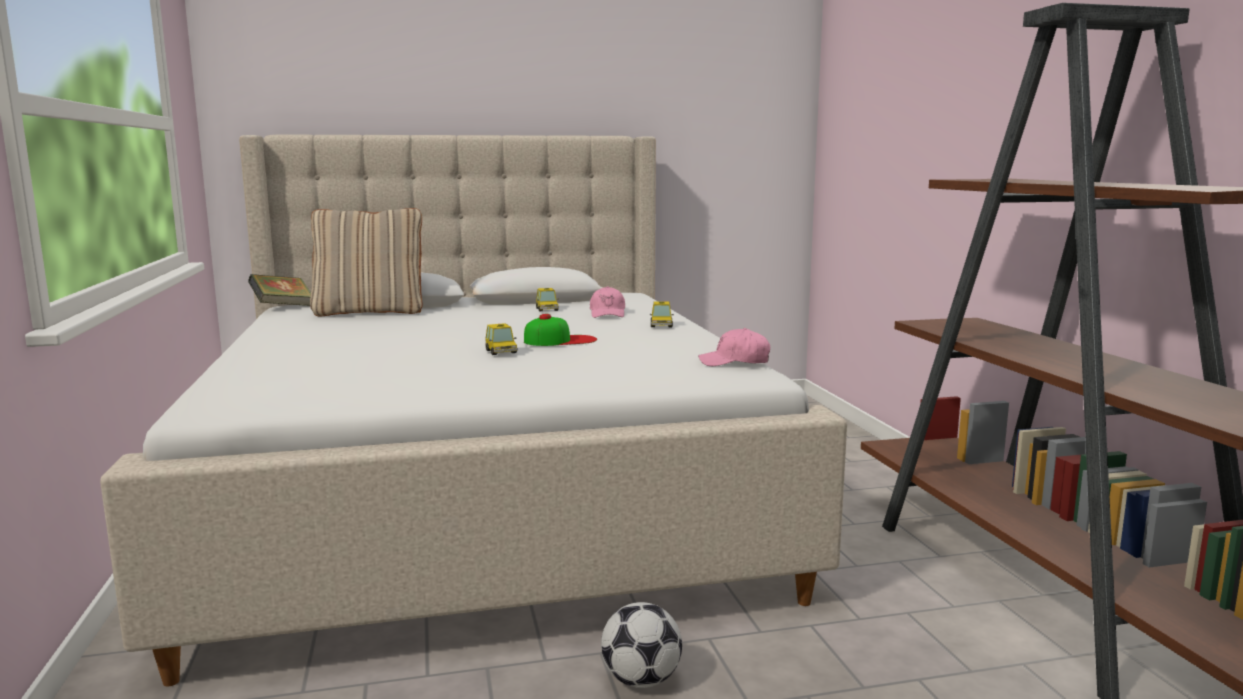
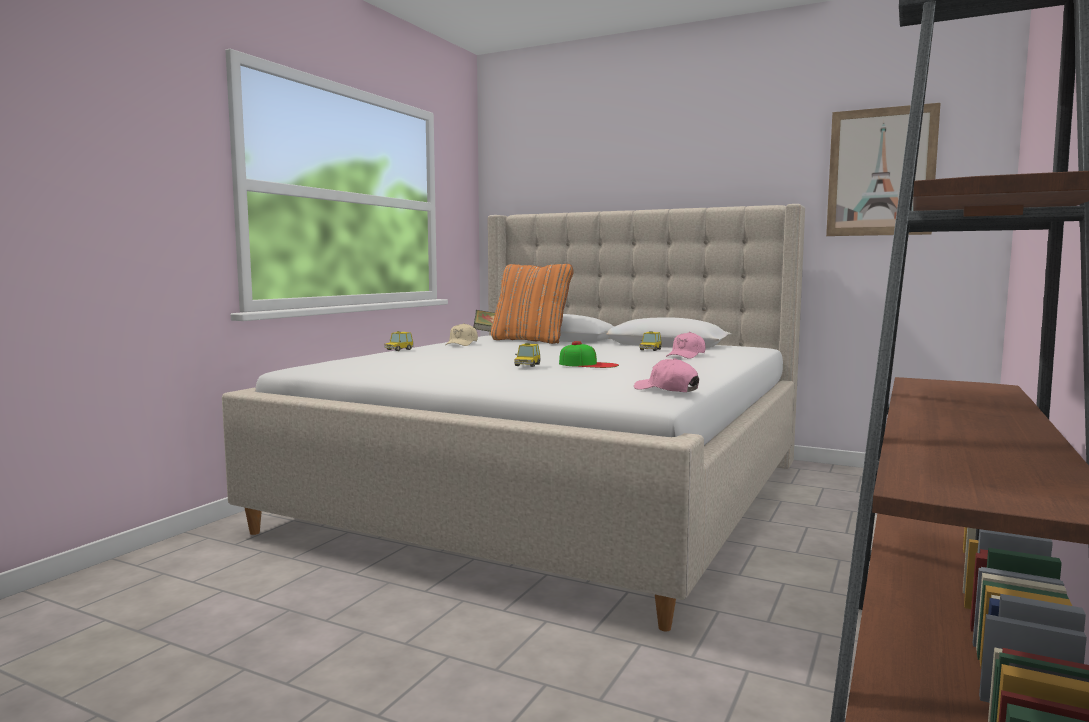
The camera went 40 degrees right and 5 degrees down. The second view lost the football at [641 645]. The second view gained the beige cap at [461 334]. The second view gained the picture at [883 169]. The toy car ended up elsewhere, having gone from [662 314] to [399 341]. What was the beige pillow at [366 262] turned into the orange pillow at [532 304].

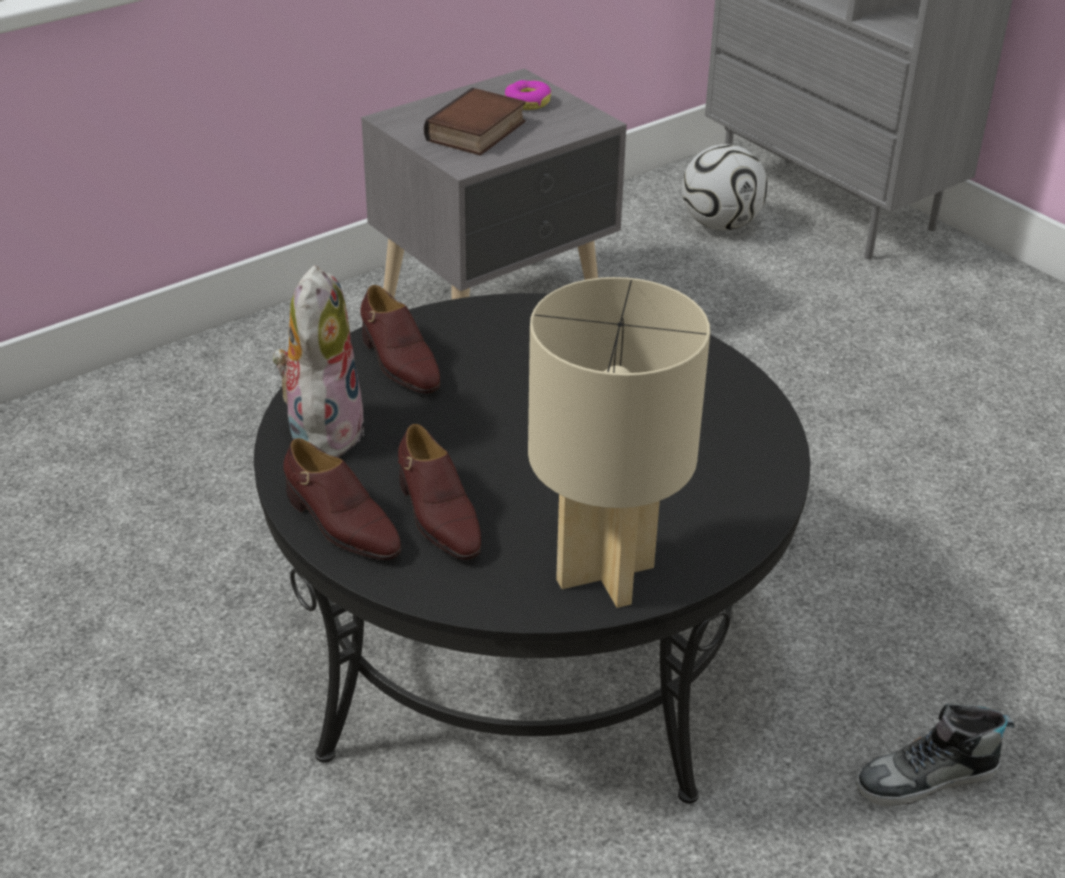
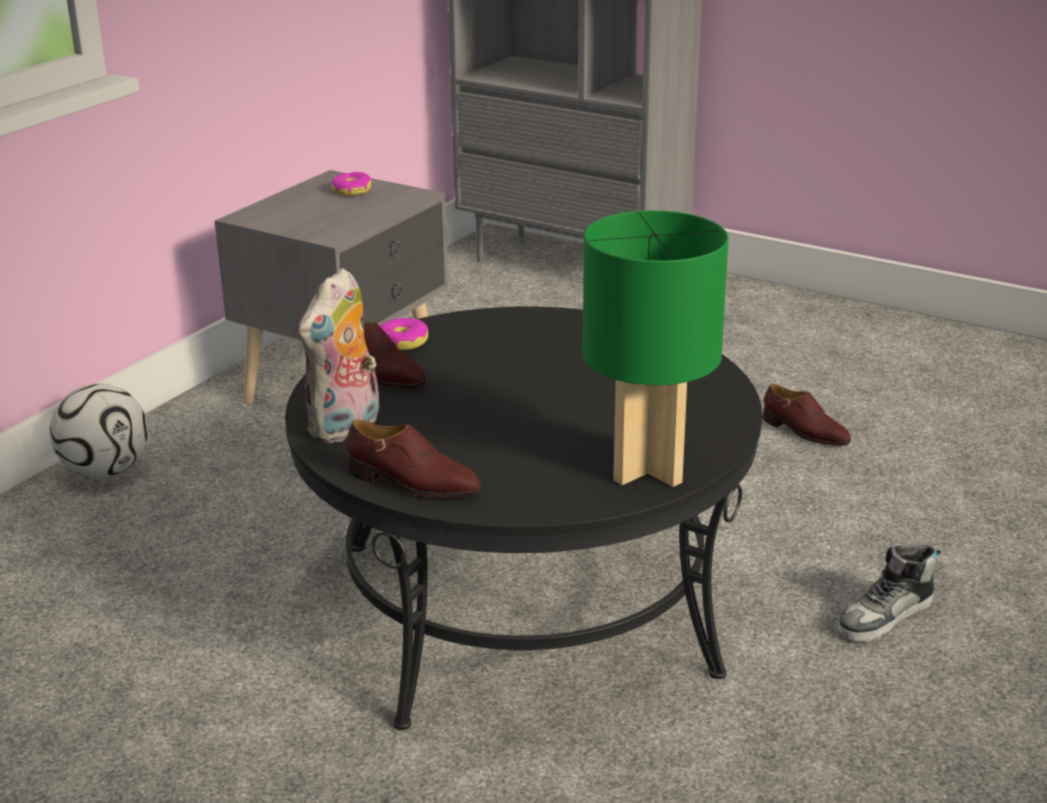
The camera went 20 degrees left and 10 degrees down. The second view lost the book at [475 121]. The second view gained the donut at [404 334]. The brown shoe ended up elsewhere, having gone from [439 492] to [807 415]. The football ended up elsewhere, having gone from [725 187] to [99 431]. What was the beige table lamp at [619 442] turned into the green table lamp at [656 348]. The plush toy at [318 361] ended up facing another way, 135 degrees counterclockwise from before.

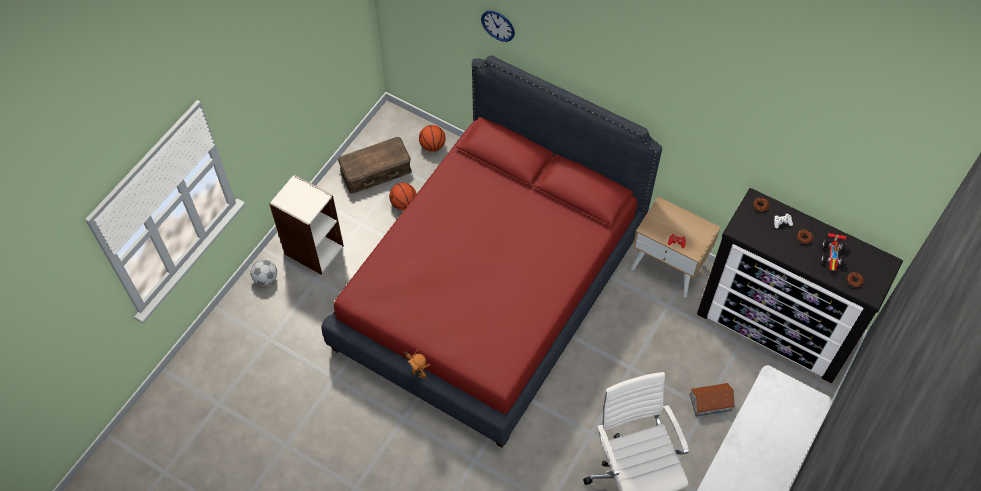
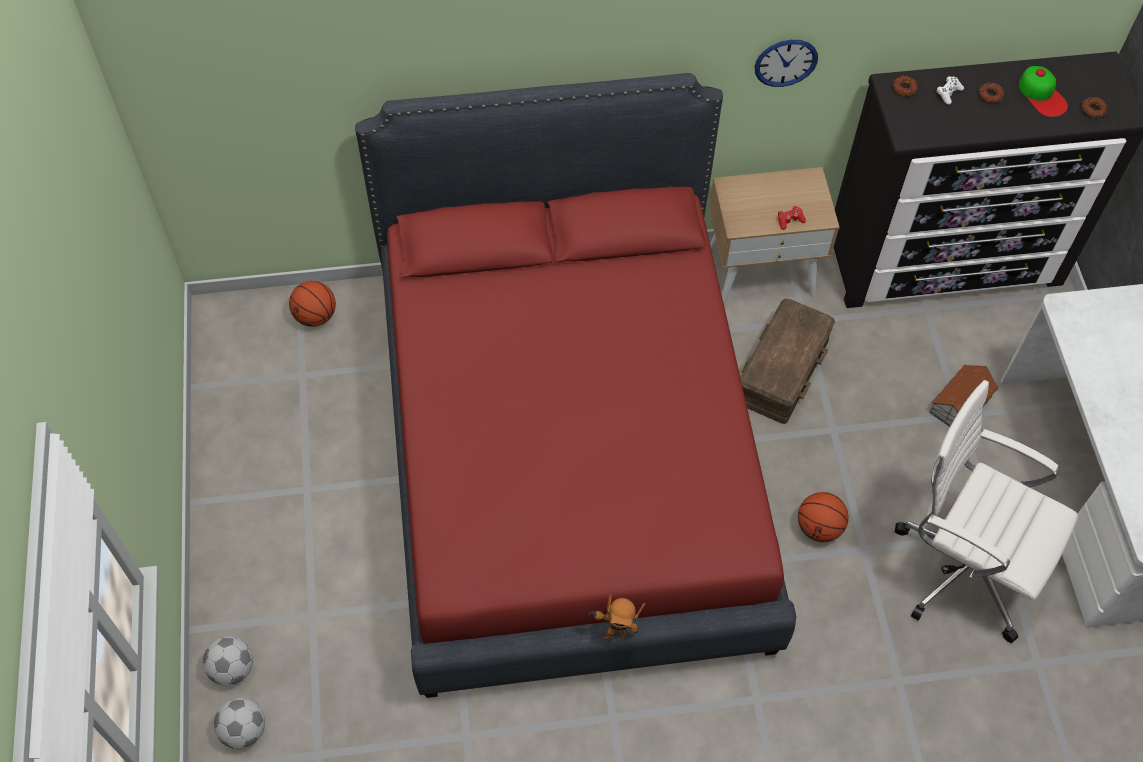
The camera went 40 degrees left and 0 degrees up. The second view lost the bookcase at [306 224]. The second view gained the football at [239 723]. The brown storage box ended up elsewhere, having gone from [375 165] to [787 361]. The basketball ended up elsewhere, having gone from [403 196] to [823 517]. The wall clock ended up elsewhere, having gone from [498 26] to [786 63]. Where the toy car stood at [834 252], the cap came to stand at [1043 91].

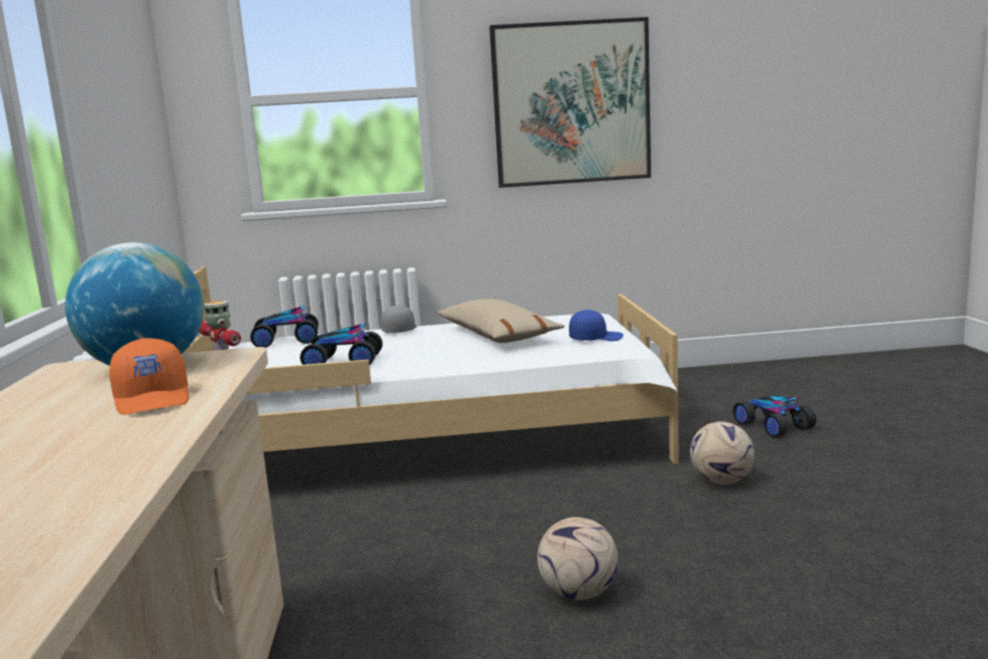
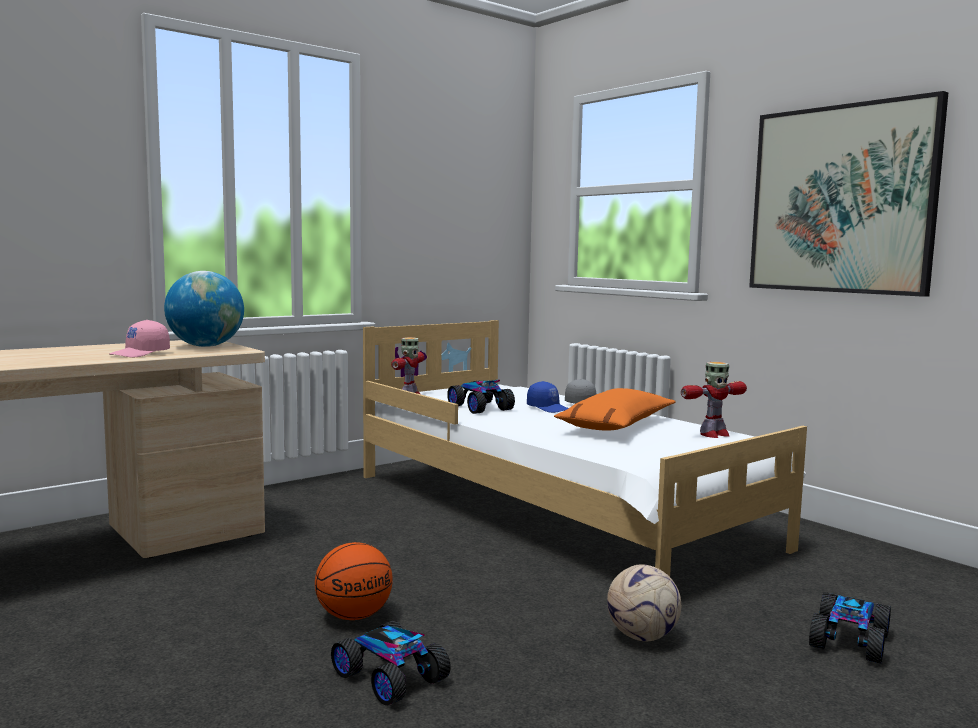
The camera went 55 degrees right and 5 degrees down. The second view gained the toy robot at [714 400]. The toy car ended up elsewhere, having gone from [284 326] to [391 663]. The blue cap ended up elsewhere, having gone from [596 325] to [547 397]. Where the football stood at [577 558], the basketball came to stand at [354 581]. What was the orange cap at [149 376] turned into the pink cap at [139 339]. What was the beige pillow at [500 321] turned into the orange pillow at [615 409].

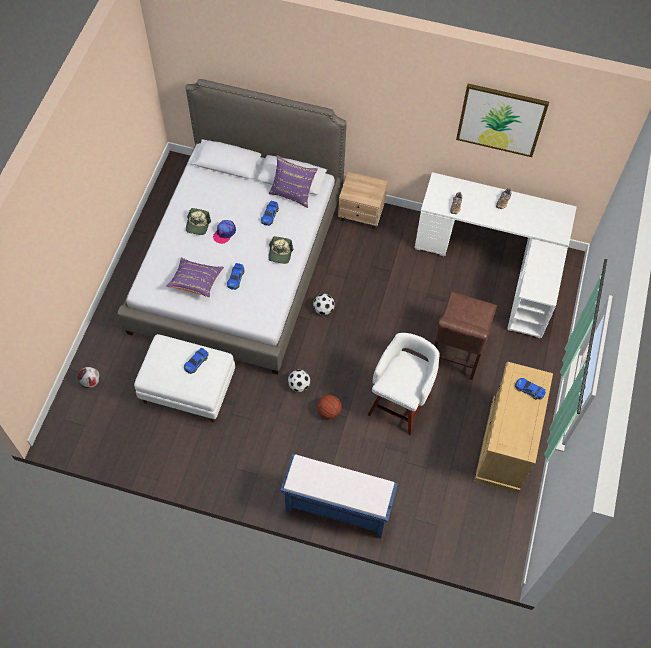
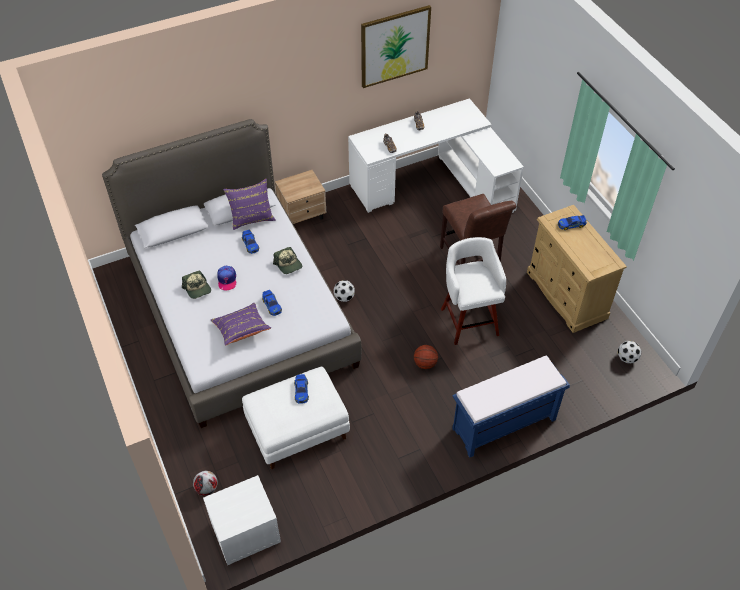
The camera went 40 degrees left and 10 degrees down. The second view gained the white nightstand at [242 520]. The football ended up elsewhere, having gone from [299 381] to [629 352].

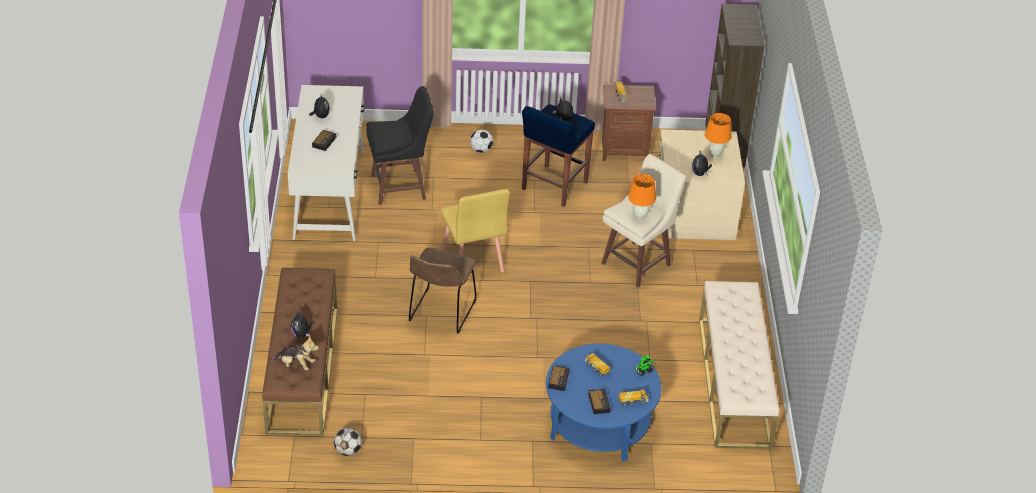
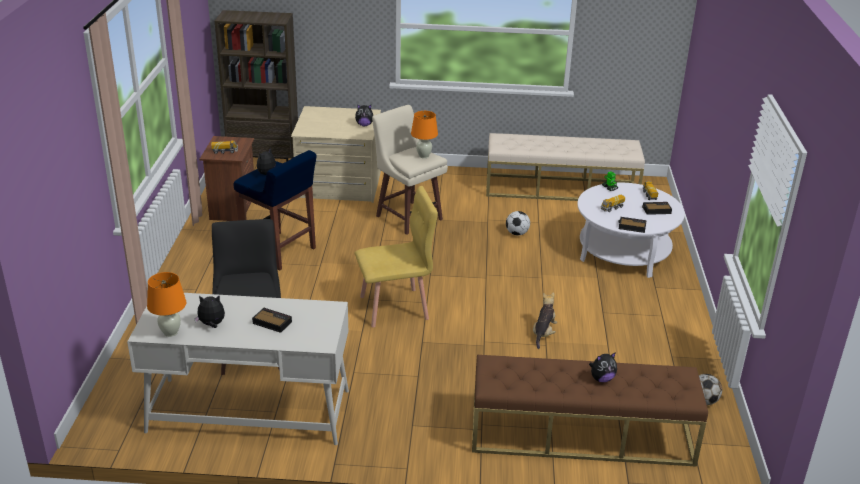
The camera went 85 degrees left and 10 degrees down. The second view lost the brown chair at [443 291]. The plush toy ended up elsewhere, having gone from [295 353] to [545 320]. The football ended up elsewhere, having gone from [481 141] to [518 223]. The orange table lamp ended up elsewhere, having gone from [718 135] to [166 304]. What was the blue coffee table at [604 403] turned into the white coffee table at [631 230].

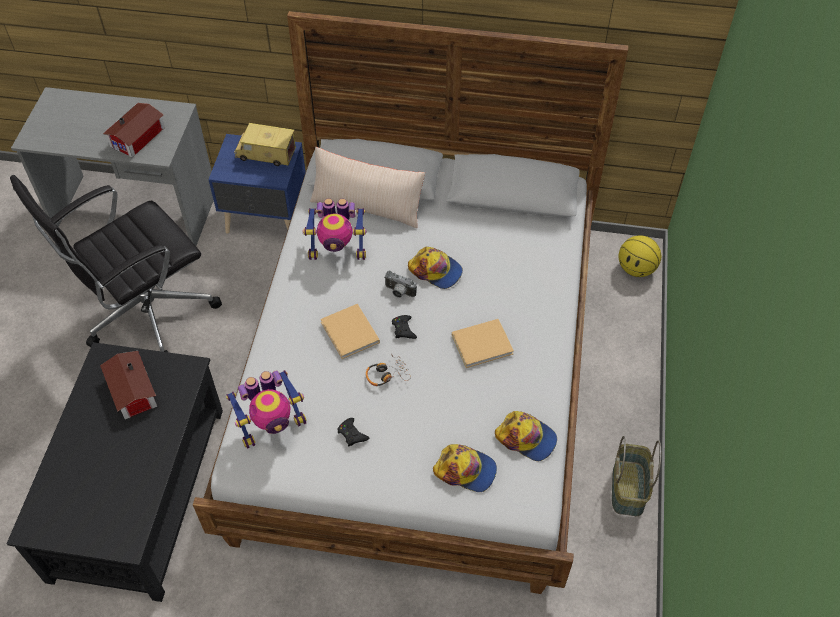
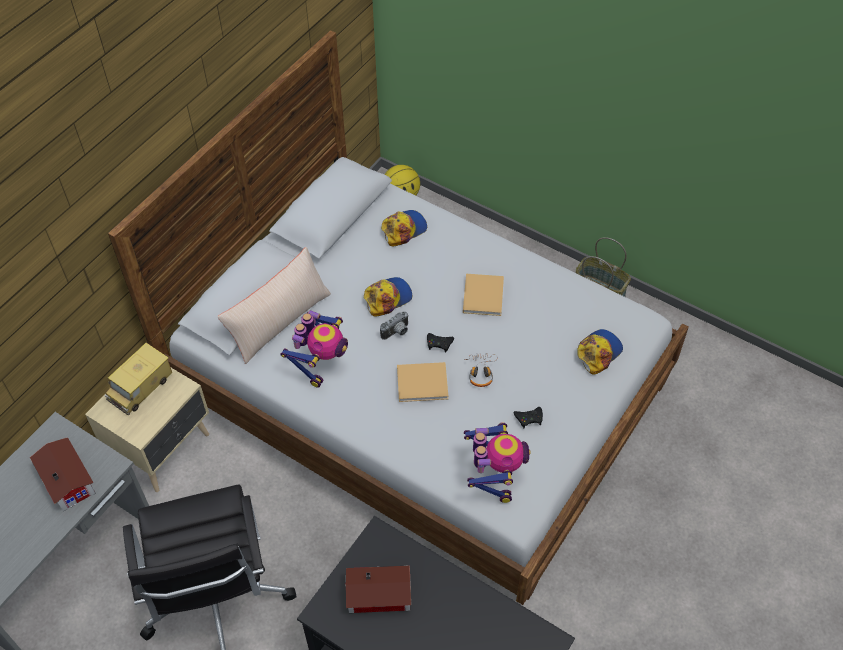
The camera went 65 degrees left and 0 degrees up. The cap ended up elsewhere, having gone from [526 436] to [404 228]. What was the blue nightstand at [257 183] turned into the beige nightstand at [147 430].

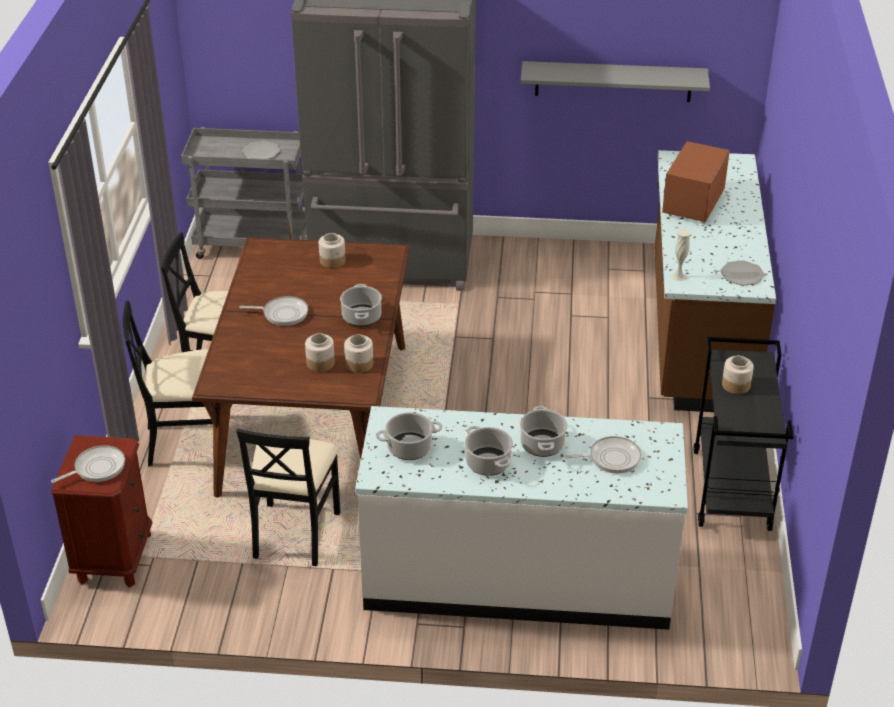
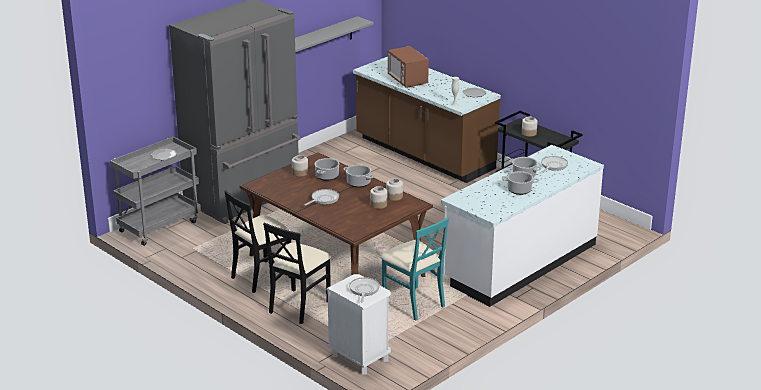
The camera went 50 degrees left and 10 degrees down. The cooking pot ended up elsewhere, having gone from [409 436] to [327 169]. What was the brown nightstand at [101 511] turned into the white nightstand at [358 324]. What was the black chair at [288 497] turned into the turquoise chair at [414 269].

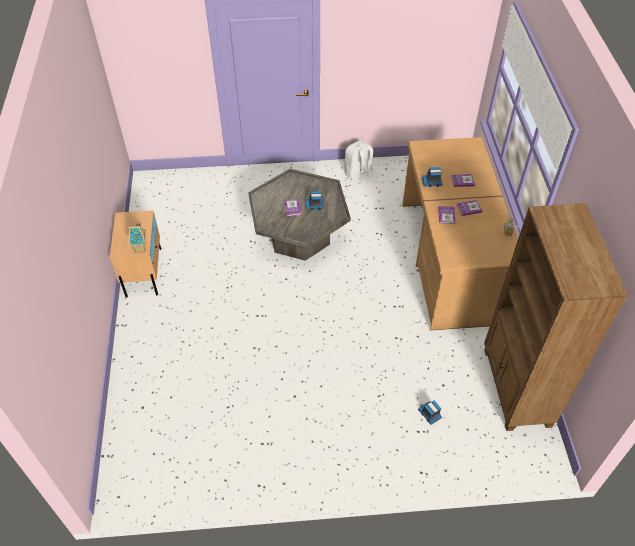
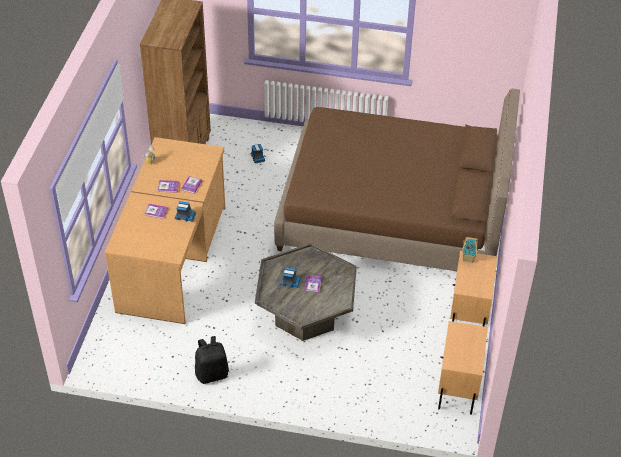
The camera went 165 degrees left and 5 degrees down. The second view gained the brown bed at [397 180]. The second view gained the beige nightstand at [463 368]. What was the white backpack at [358 162] turned into the black backpack at [212 360].

